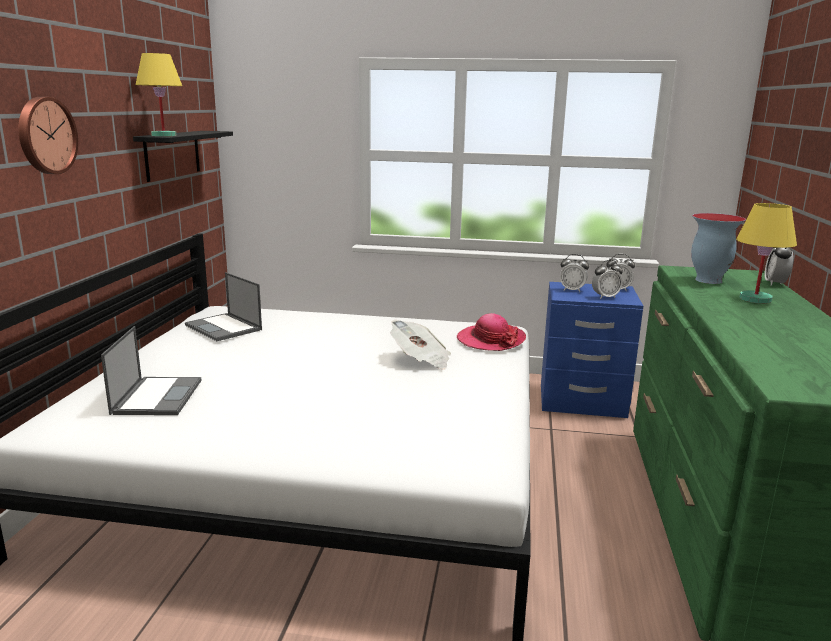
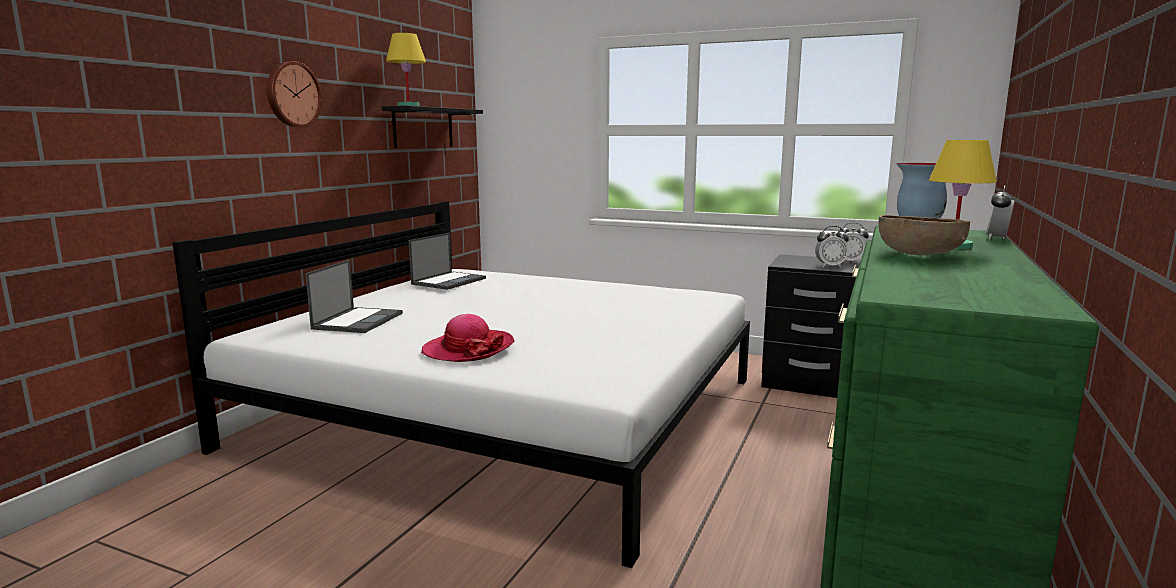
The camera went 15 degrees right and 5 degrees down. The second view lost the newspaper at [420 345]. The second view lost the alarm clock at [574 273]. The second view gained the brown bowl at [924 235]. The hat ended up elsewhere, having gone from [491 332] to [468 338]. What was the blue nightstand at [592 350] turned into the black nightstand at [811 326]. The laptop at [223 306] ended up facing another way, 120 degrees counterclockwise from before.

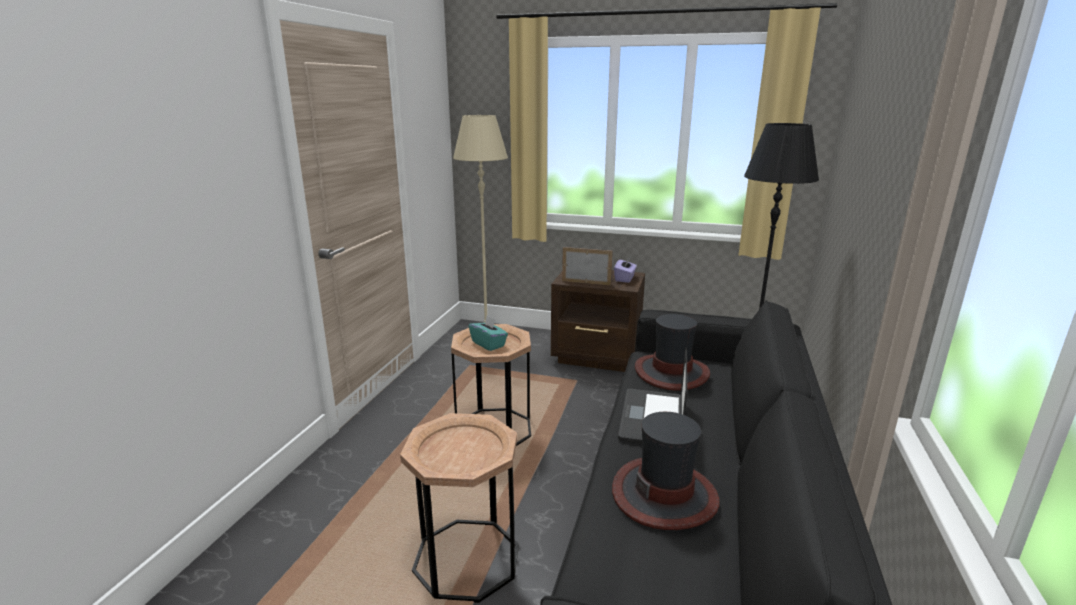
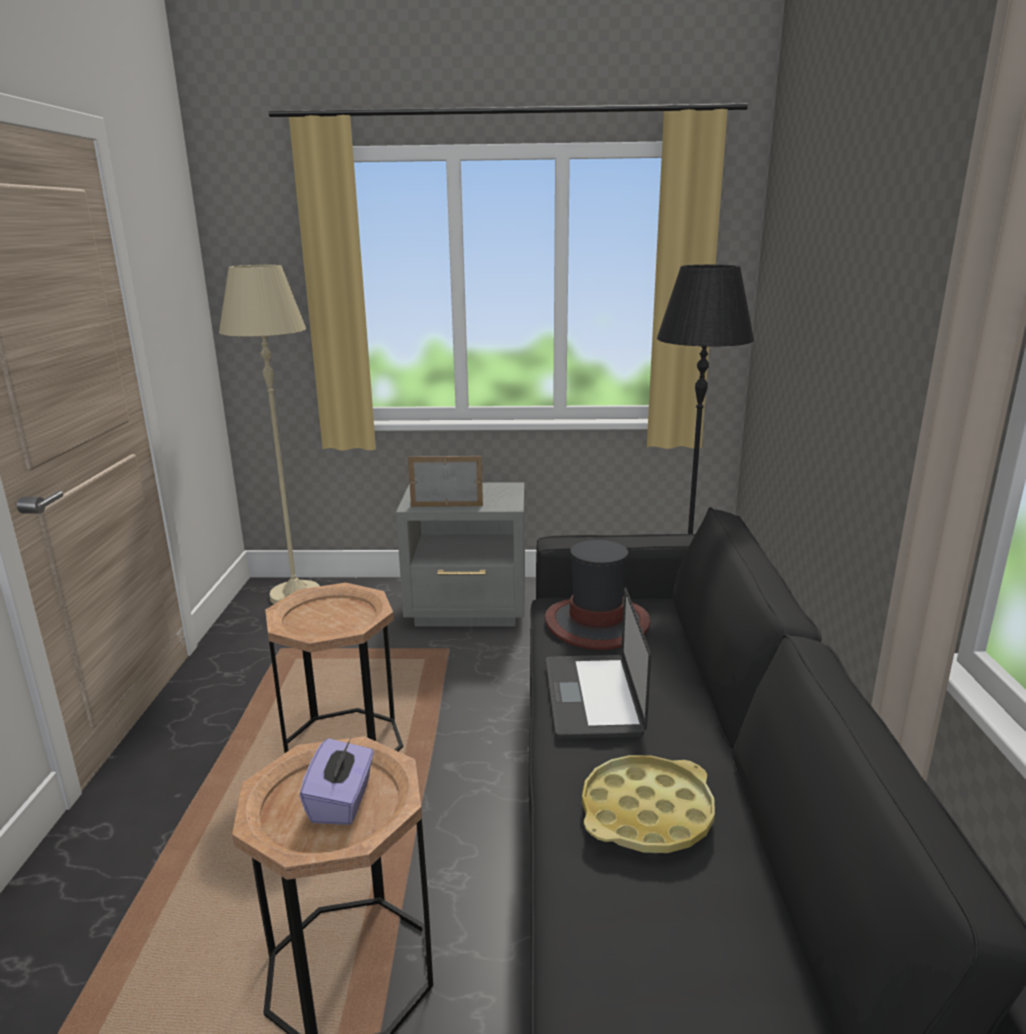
The camera went 15 degrees left and 0 degrees up. The second view lost the turquoise tissue box at [488 333]. The purple tissue box ended up elsewhere, having gone from [625 270] to [337 781]. Where the hat stood at [665 471], the yellow tray came to stand at [648 804]. What was the brown nightstand at [598 321] turned into the grey nightstand at [460 554].

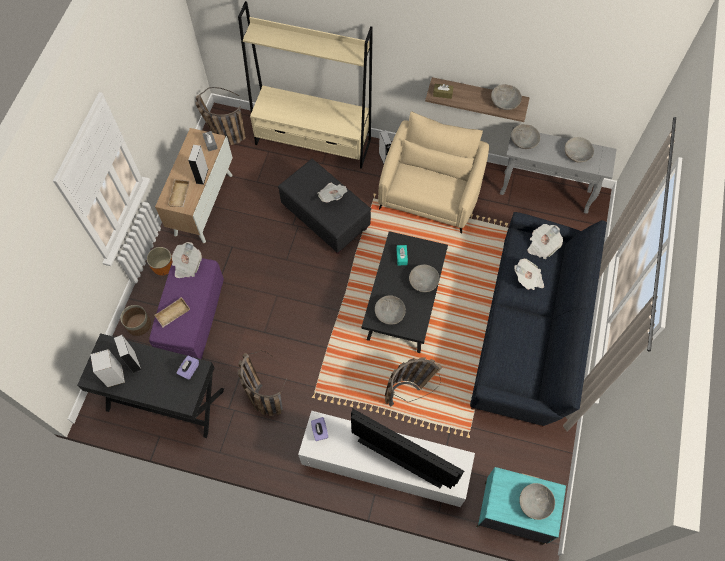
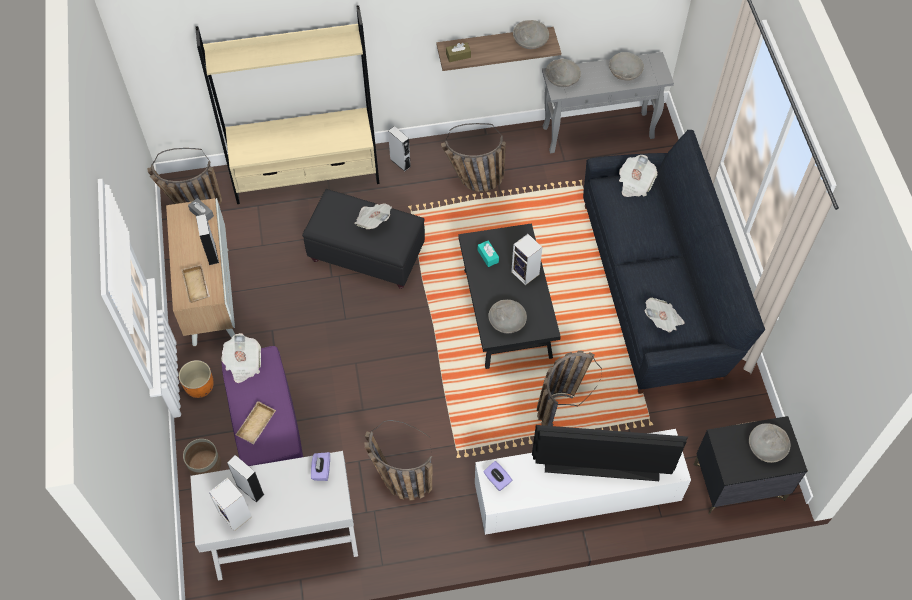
The camera went 25 degrees left and 5 degrees down. The newspaper ended up elsewhere, having gone from [529 274] to [664 315]. Where the beige armchair stood at [433 173], the basket came to stand at [473 157]. Where the grey bowl stood at [424 278], the speaker came to stand at [526 259]. What was the black console table at [150 385] turned into the white console table at [274 515]. What was the turquoise nightstand at [521 506] turned into the black nightstand at [750 465].

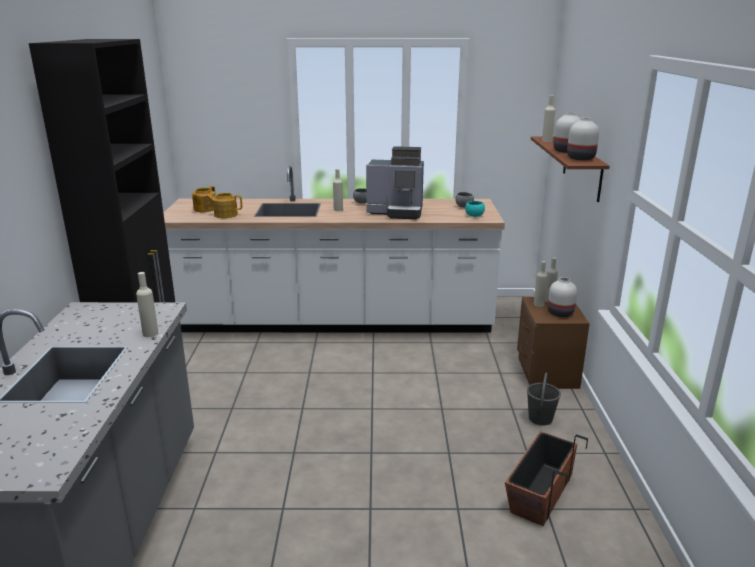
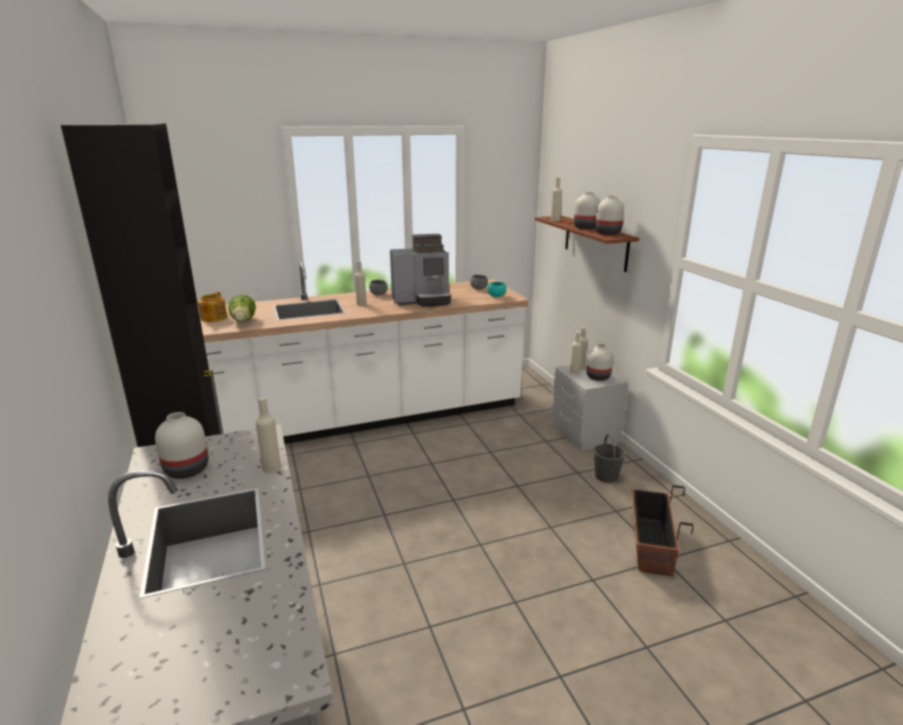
The camera went 20 degrees left and 0 degrees up. The second view gained the white vase at [181 445]. Where the teapot stood at [224 205], the lettuce came to stand at [242 308]. What was the brown nightstand at [553 343] turned into the grey nightstand at [590 407].

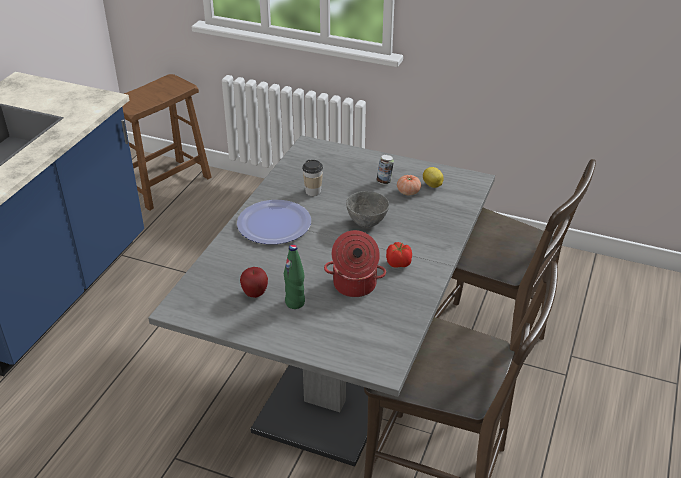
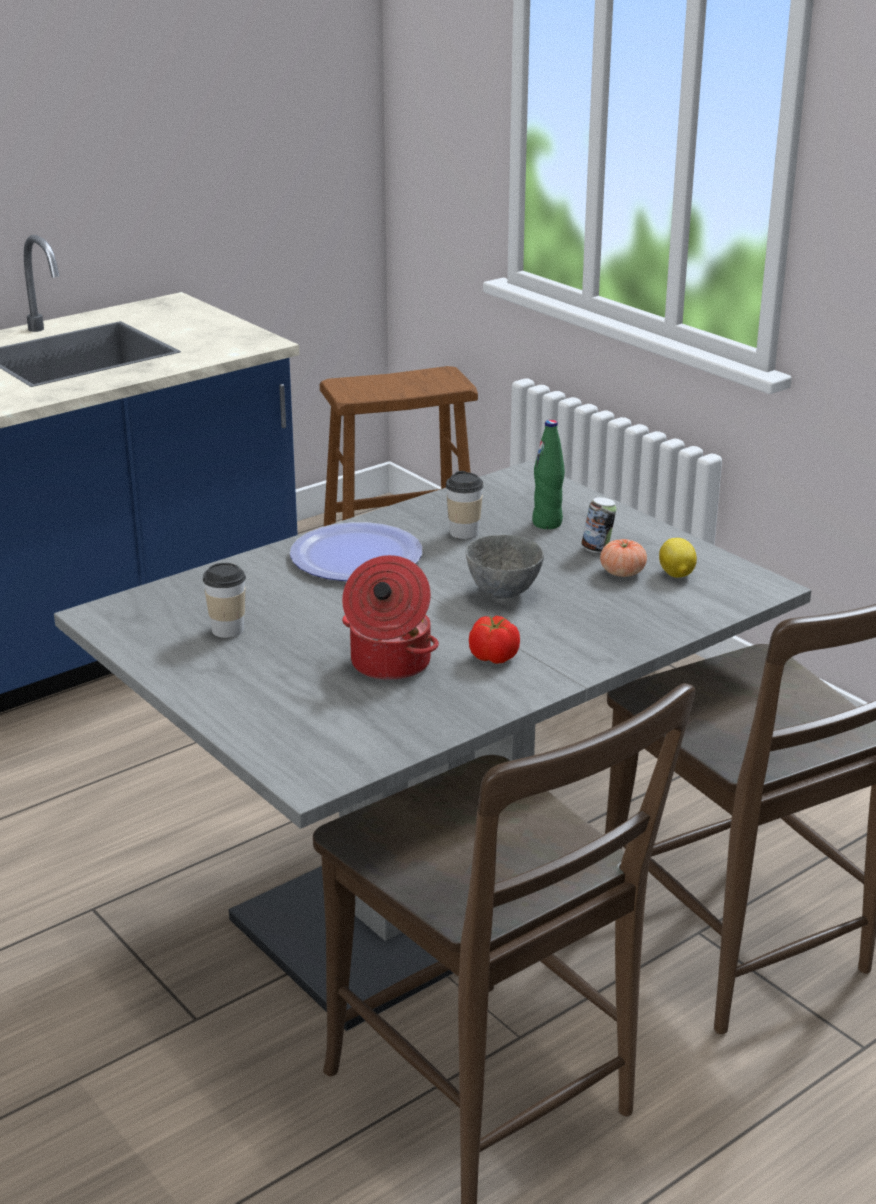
The camera went 30 degrees right and 10 degrees down. The green bottle ended up elsewhere, having gone from [294 277] to [548 474]. Where the apple stood at [254 282], the cup came to stand at [224 600].

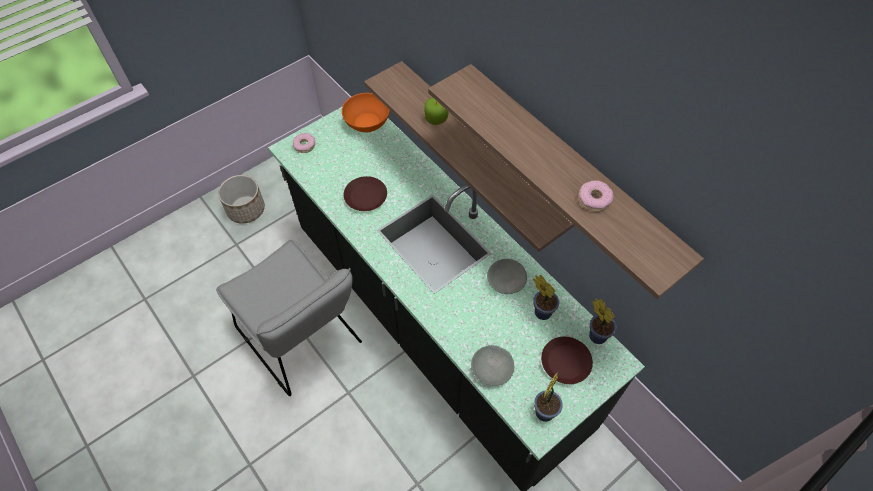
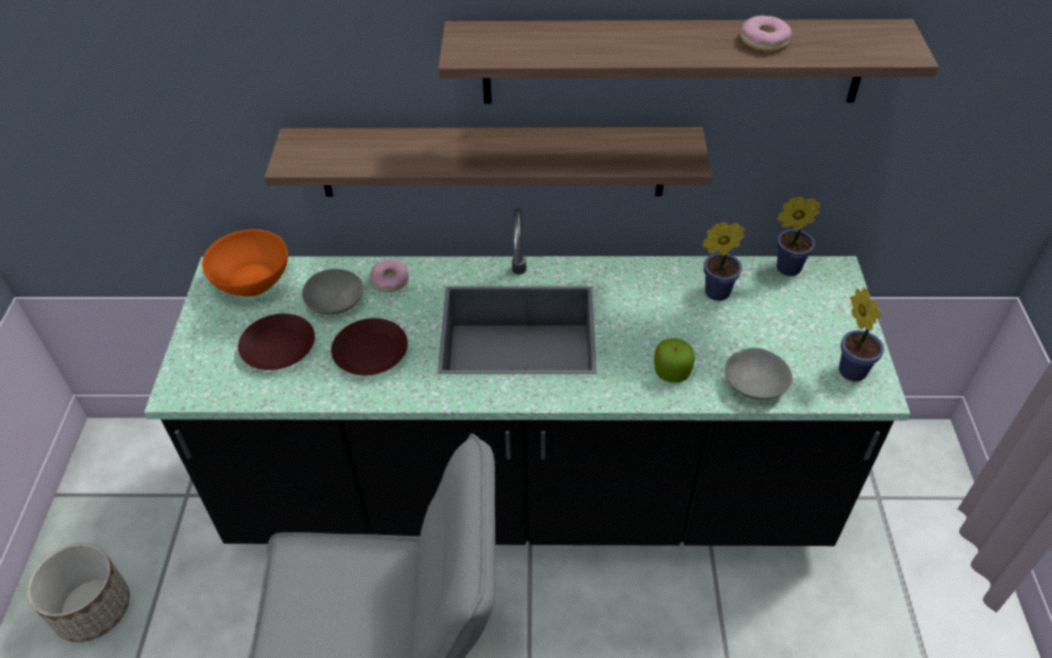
The camera went 50 degrees left and 10 degrees down. The donut ended up elsewhere, having gone from [304 143] to [389 276]. The apple ended up elsewhere, having gone from [436 111] to [674 360]. The grey bowl ended up elsewhere, having gone from [507 276] to [332 291]. The brown plate ended up elsewhere, having gone from [567 360] to [276 342].

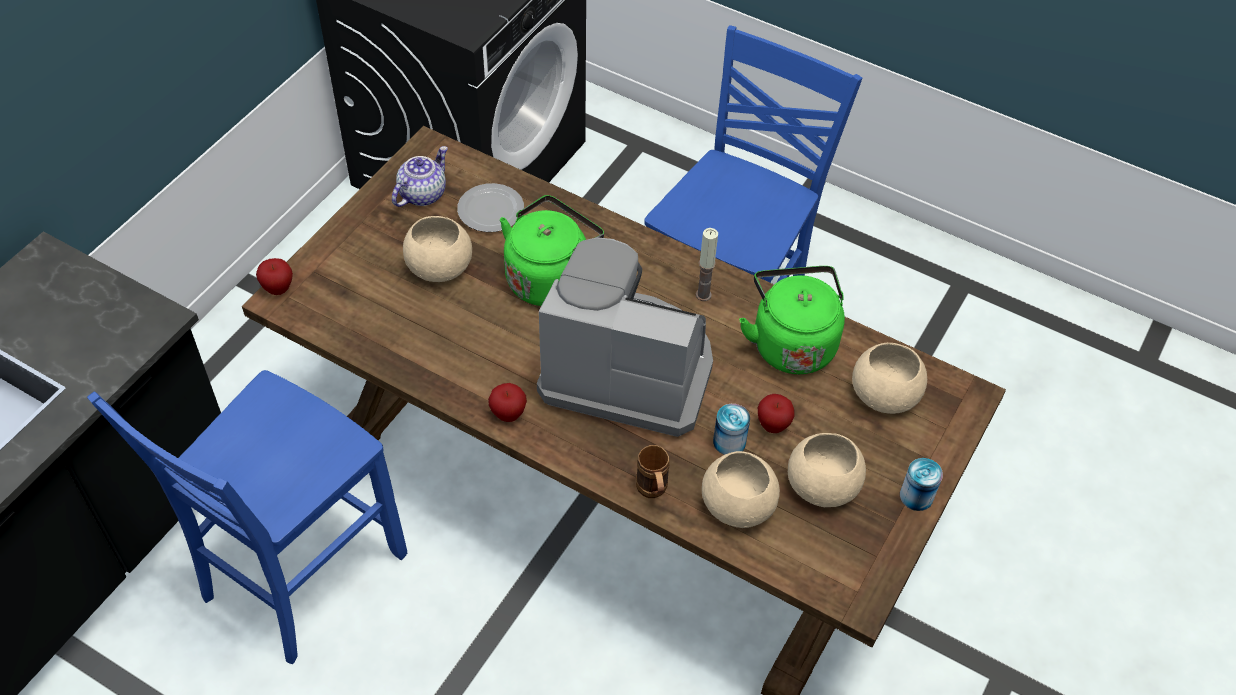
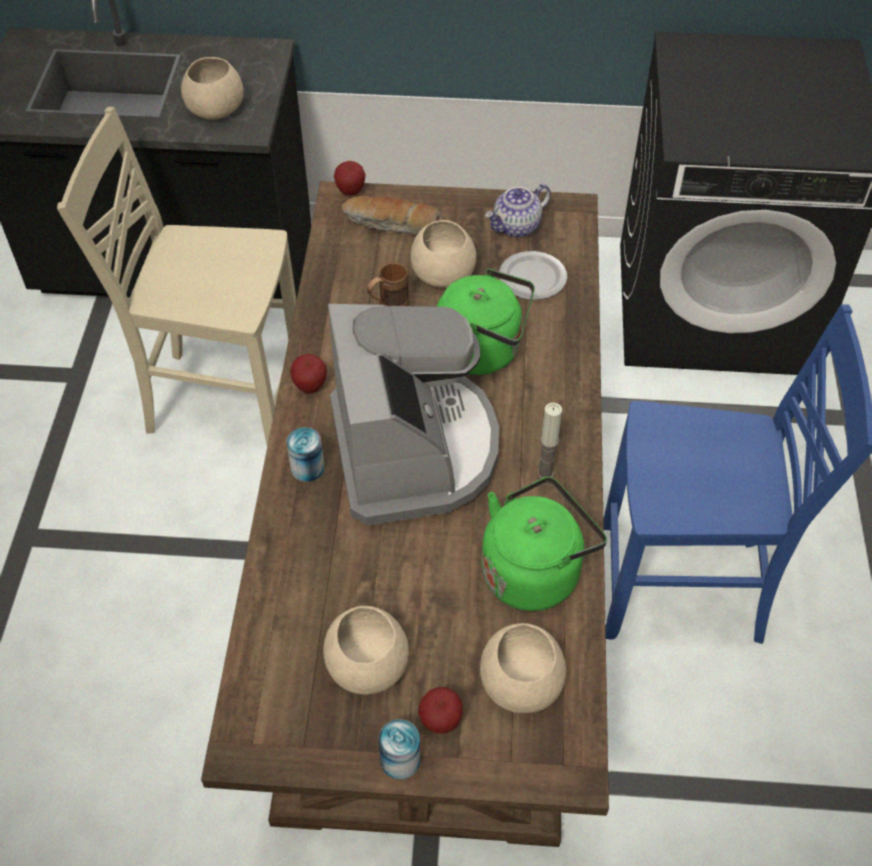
The camera went 65 degrees right and 0 degrees up. The second view gained the bread at [392 215]. The brown mug ended up elsewhere, having gone from [653 471] to [388 285]. The beige bowl ended up elsewhere, having gone from [741 489] to [212 88]. The can ended up elsewhere, having gone from [731 429] to [305 455]. The apple ended up elsewhere, having gone from [776 413] to [440 710]. What was the blue chair at [247 517] turned into the beige chair at [177 276]. The teapot at [420 176] ended up facing another way, 135 degrees clockwise from before.

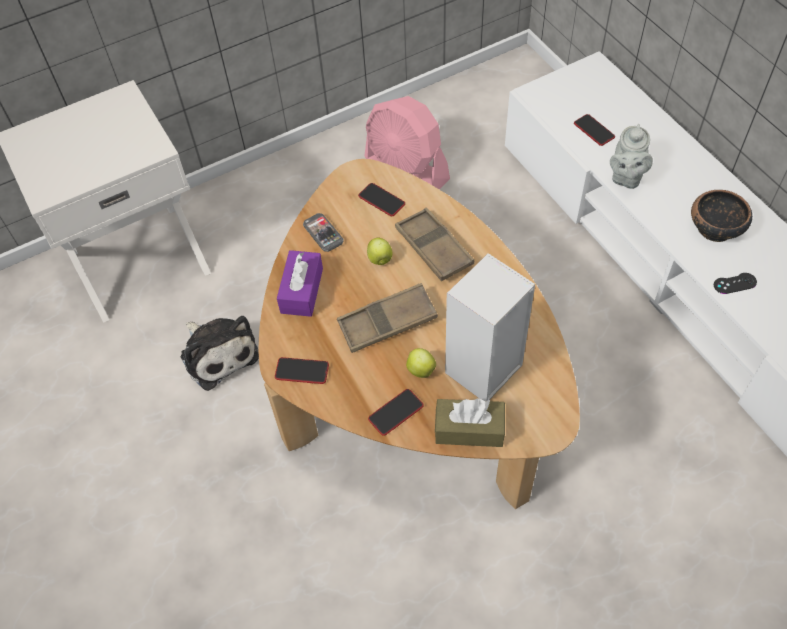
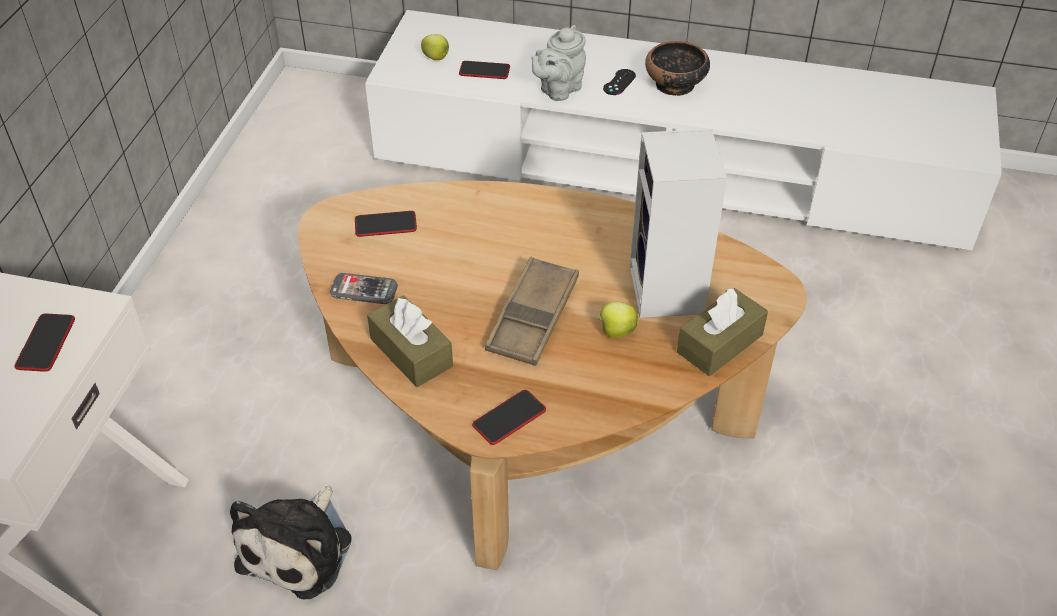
The camera went 50 degrees left and 10 degrees down. The second view lost the pink fan at [407 142]. The second view lost the brown tray at [434 244]. The apple ended up elsewhere, having gone from [379 251] to [435 47]. The phone ended up elsewhere, having gone from [396 412] to [45 342]. The black game controller ended up elsewhere, having gone from [735 283] to [619 82]. What was the purple tissue box at [300 283] turned into the brown tissue box at [410 341]. The plush toy at [219 353] ended up facing another way, 105 degrees clockwise from before. The grey teapot at [631 156] ended up facing another way, 75 degrees clockwise from before.

